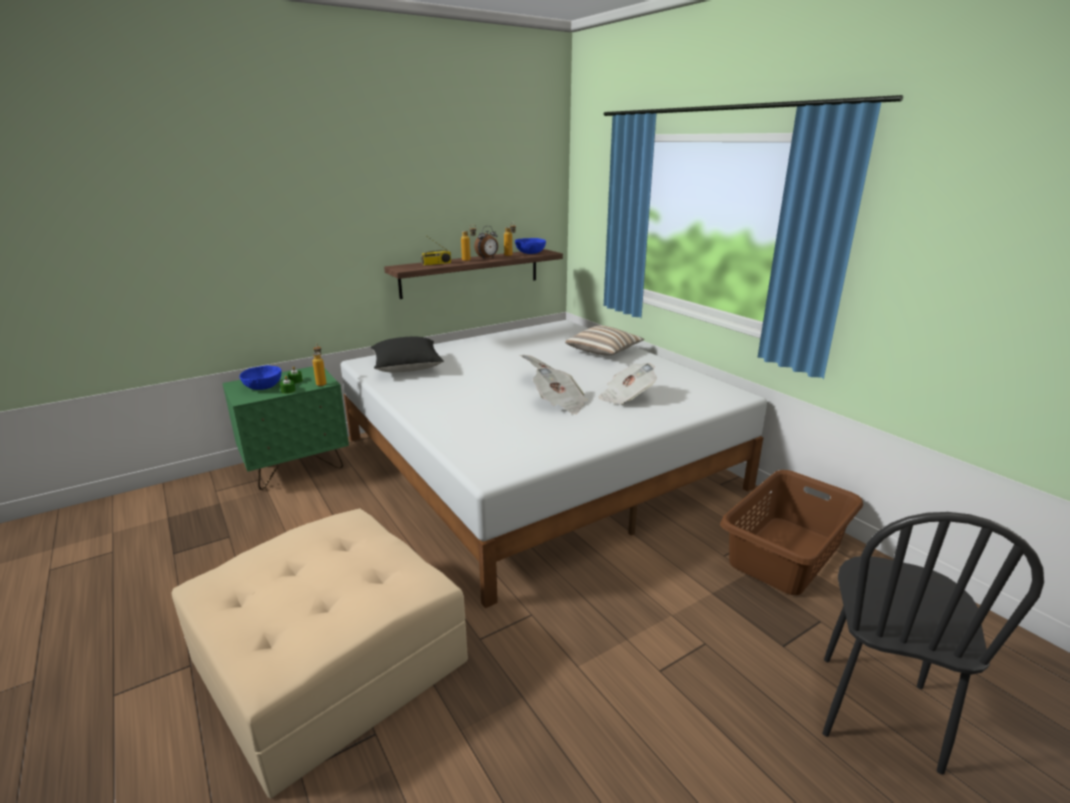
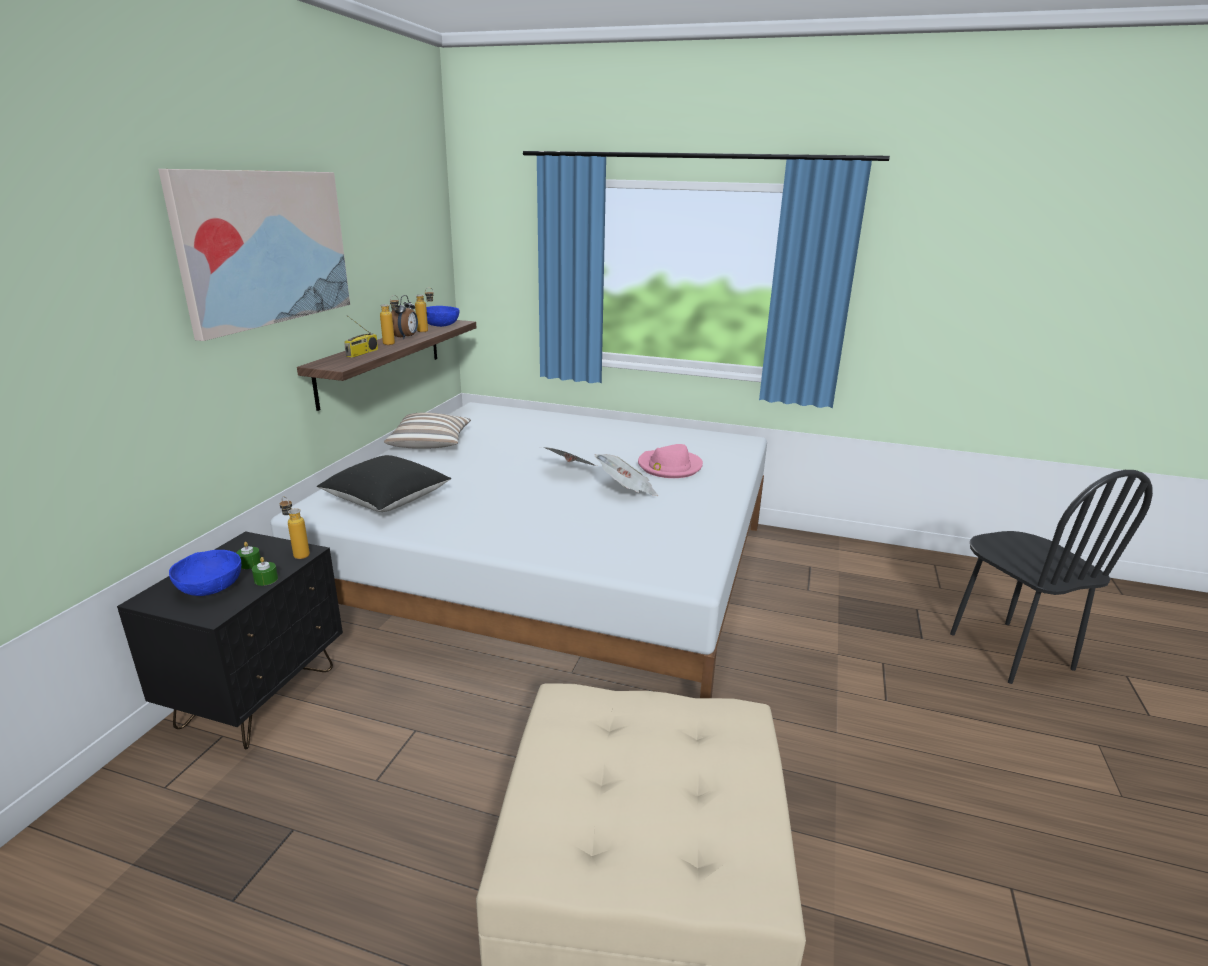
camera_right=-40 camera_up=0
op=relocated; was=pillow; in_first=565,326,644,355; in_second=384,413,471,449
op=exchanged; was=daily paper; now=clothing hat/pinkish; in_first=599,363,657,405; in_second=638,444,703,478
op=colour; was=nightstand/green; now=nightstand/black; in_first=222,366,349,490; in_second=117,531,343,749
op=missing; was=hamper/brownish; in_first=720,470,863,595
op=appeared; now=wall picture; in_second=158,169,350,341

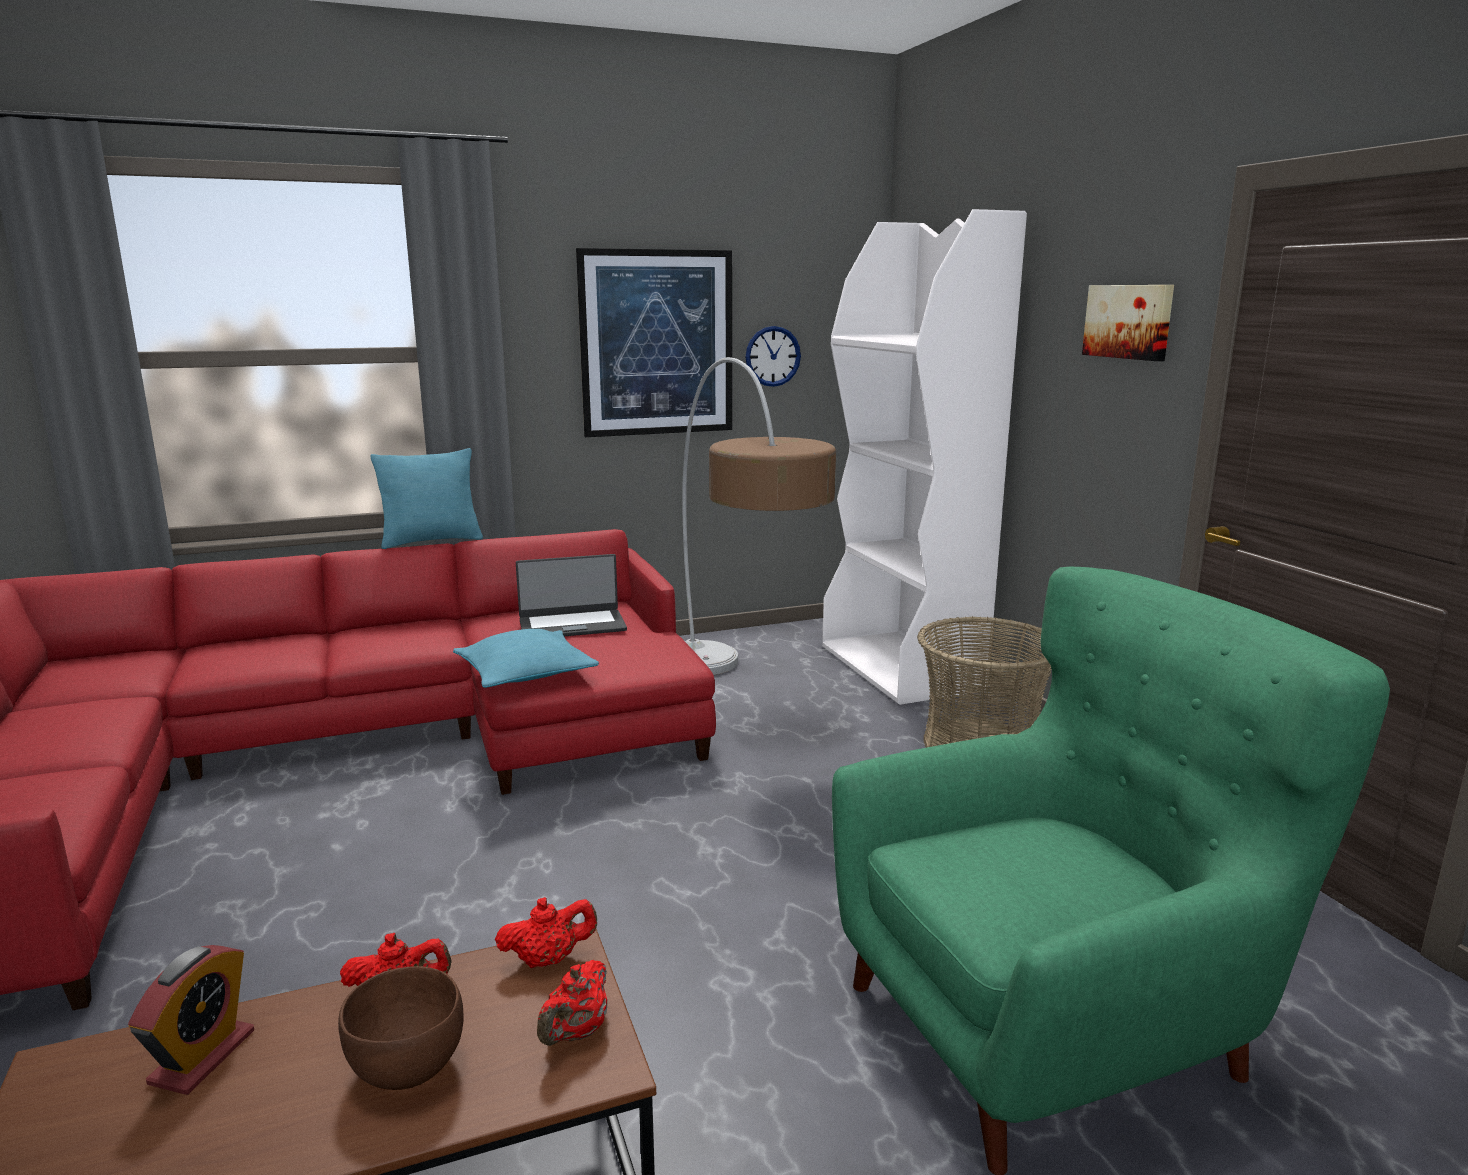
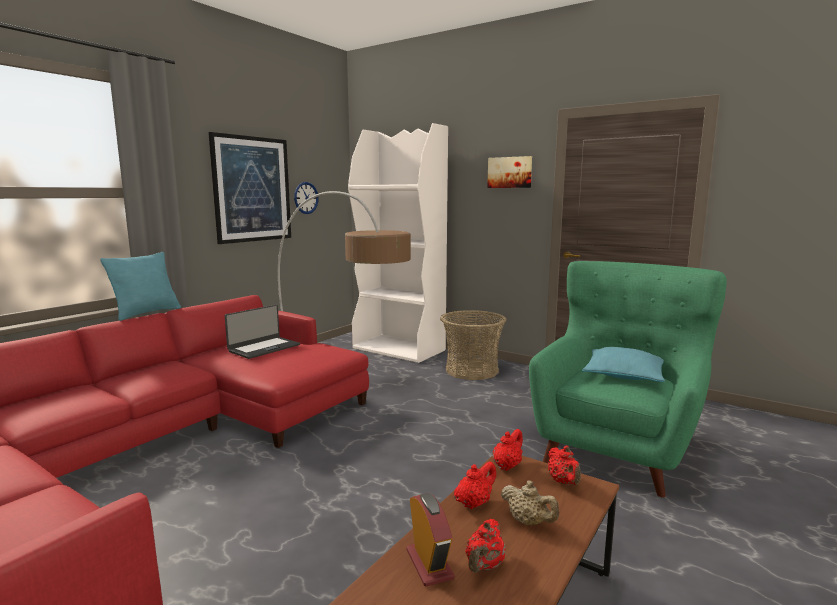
camera_right=-35 camera_up=-5
op=relocated; was=pillow/blue-green; in_first=453,629,599,688; in_second=582,347,665,382
op=exchanged; was=bowl/brownish; now=teapot/sand-coloured; in_first=338,966,464,1090; in_second=501,480,559,526
op=appeared; now=teapot/red-coloured; in_second=465,519,505,573

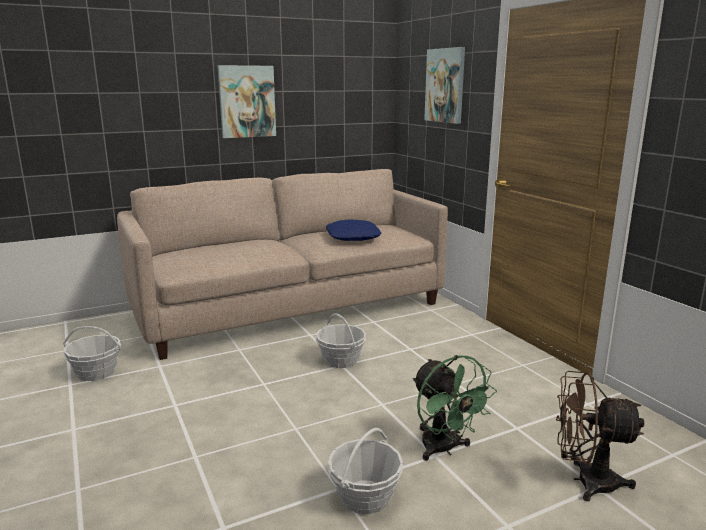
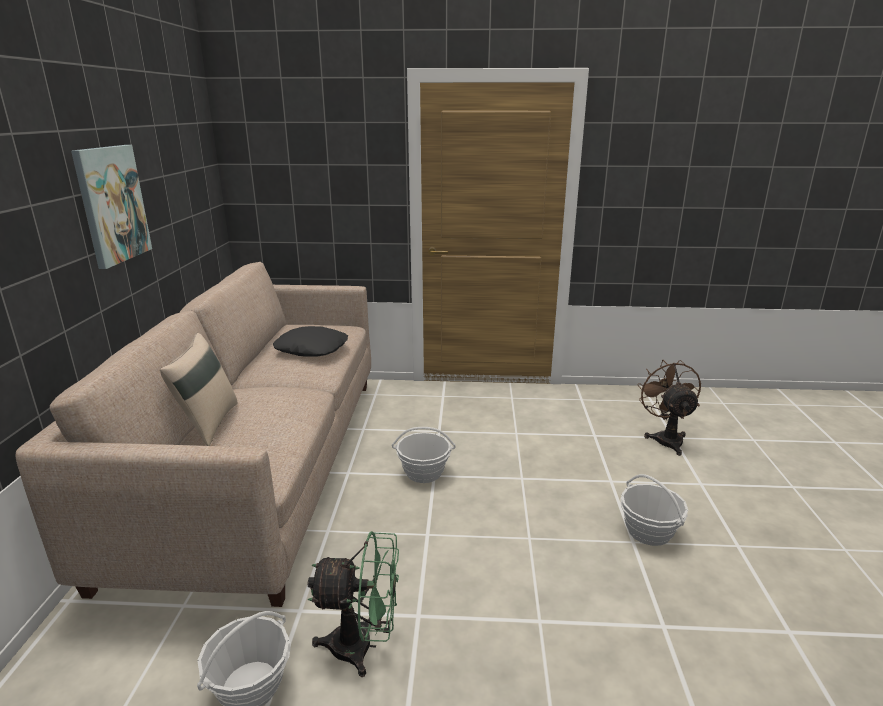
camera_right=-60 camera_up=5
op=missing; was=wall picture; in_first=424,47,465,124
op=colour; was=pillow/blue-coloured; now=pillow/black; in_first=326,219,381,241; in_second=273,326,348,356
op=relocated; was=electric fan/green; in_first=413,355,497,461; in_second=308,531,399,677
op=spun; was=electric fan/brownish; in_first=556,371,644,501; in_second=637,359,701,456; clockwise=135
op=appeared; now=pillow/sand-coloured; in_second=159,333,238,446

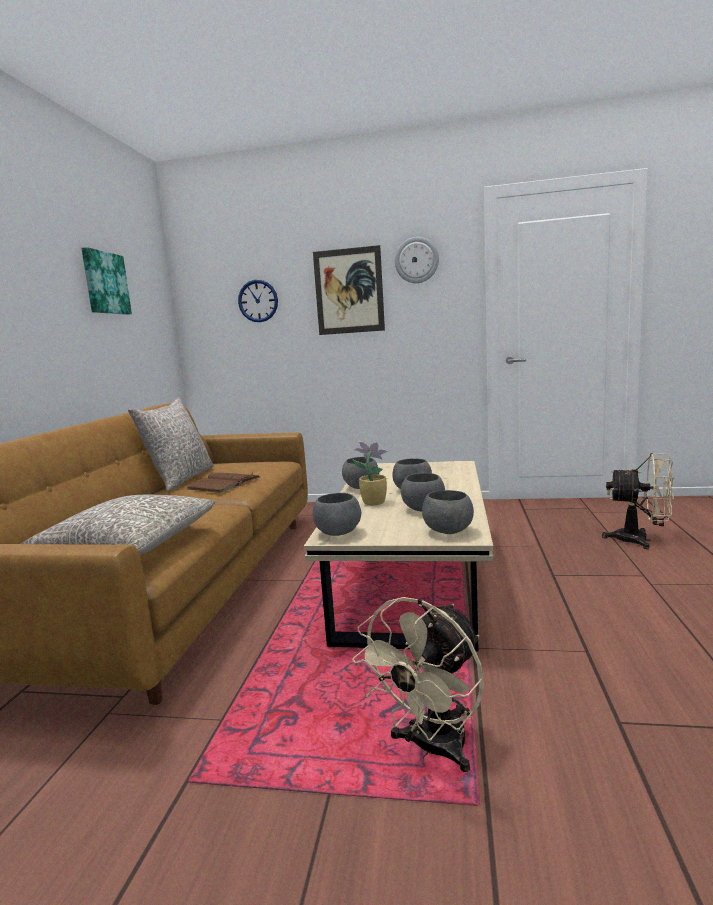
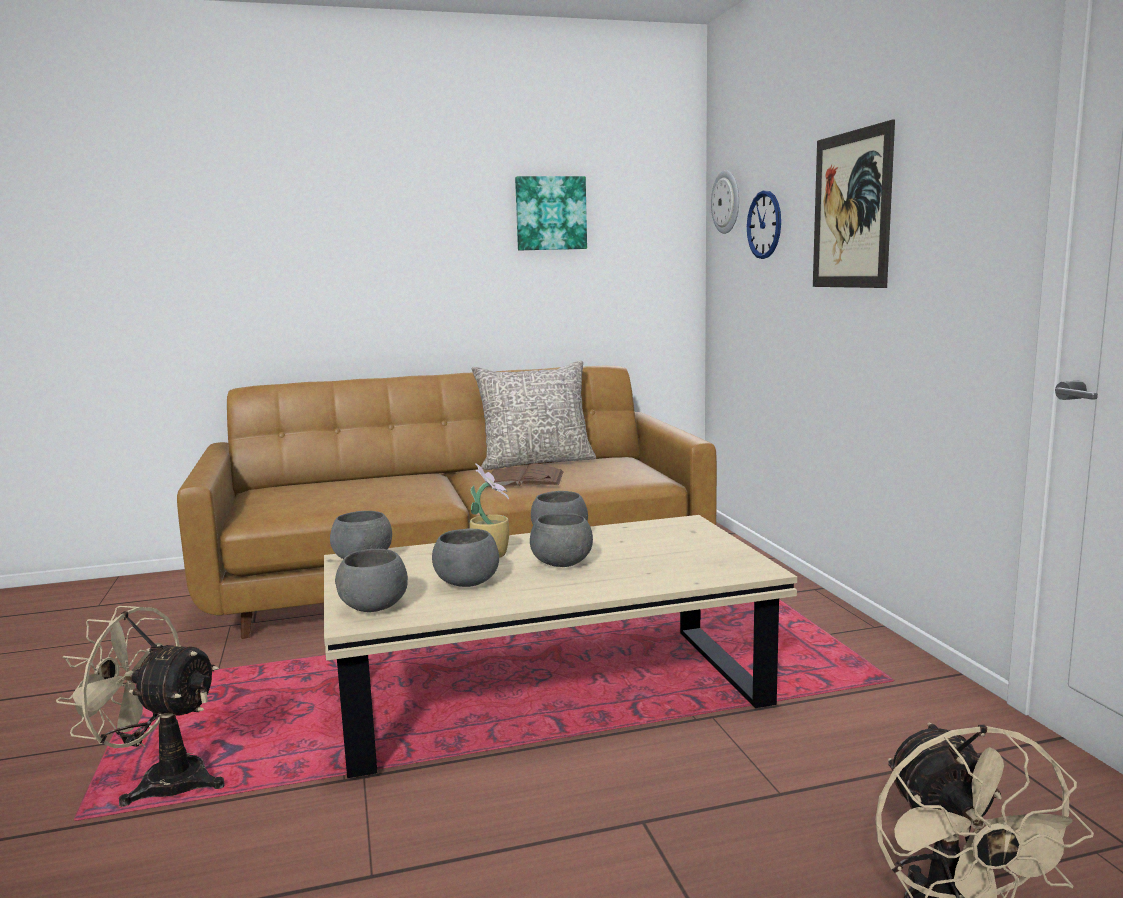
camera_right=65 camera_up=0
op=relocated; was=wall clock; in_first=395,237,439,283; in_second=711,170,739,234
op=missing; was=pillow/greyish; in_first=21,495,215,555

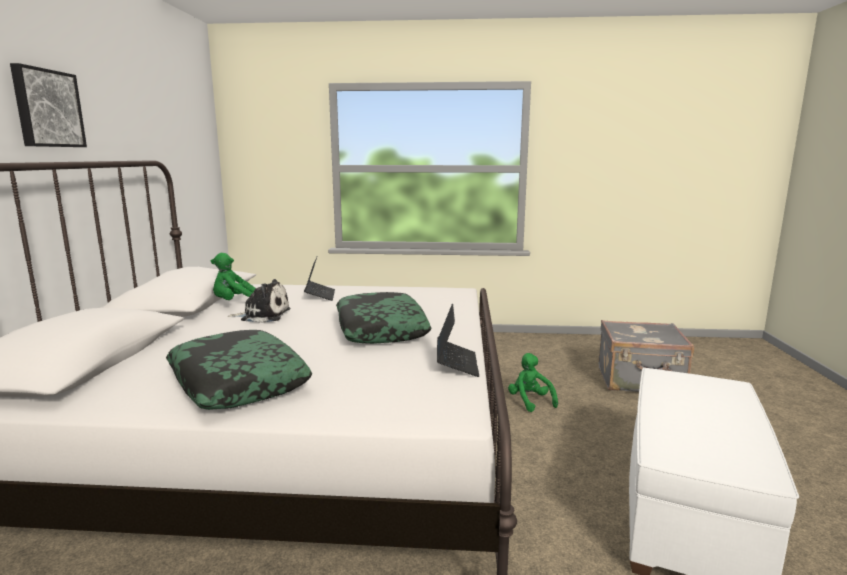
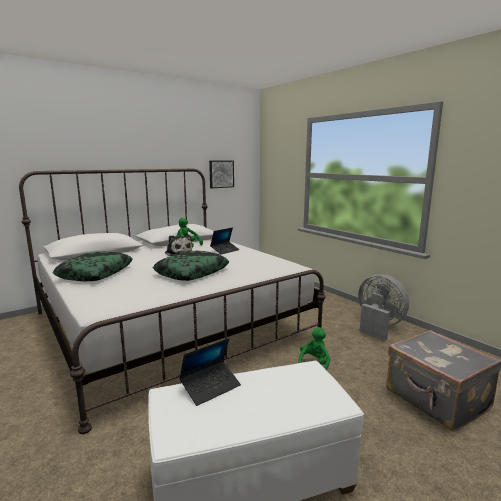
camera_right=50 camera_up=0
op=relocated; was=wall picture; in_first=10,63,87,147; in_second=209,161,234,188
op=relocated; was=notebook computer; in_first=437,303,479,377; in_second=179,338,241,406
op=appeared; now=electric fan/greyish; in_second=358,274,409,341

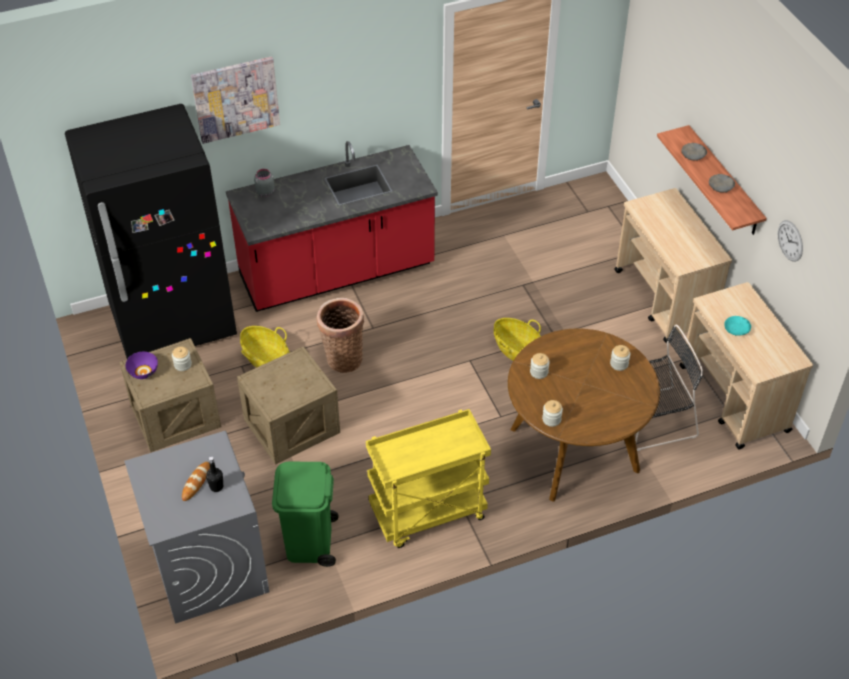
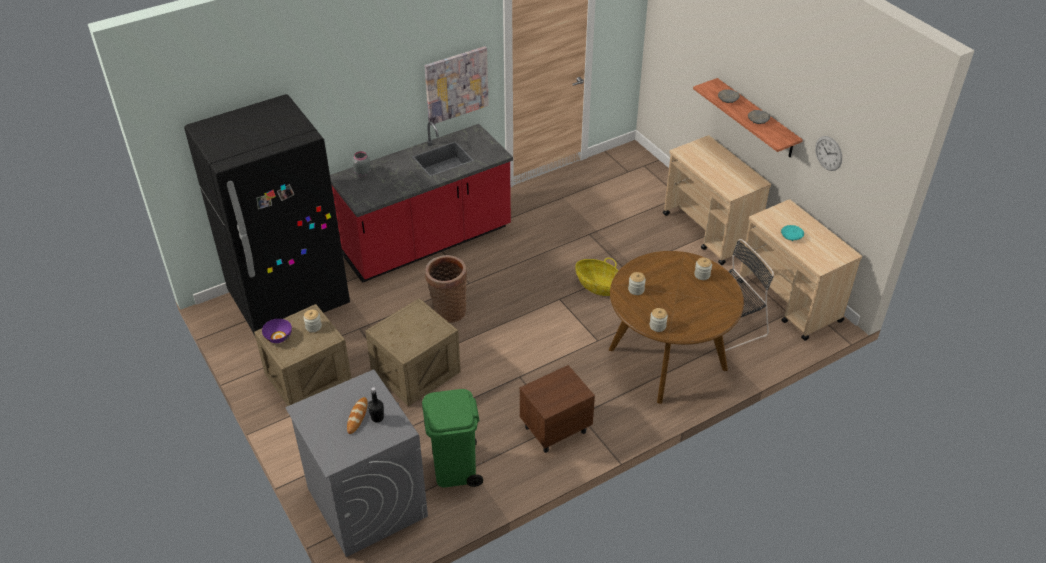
camera_right=-10 camera_up=-5
op=relocated; was=wall picture; in_first=191,56,280,144; in_second=424,46,489,125
op=missing; was=storage basket; in_first=240,326,290,368
op=exchanged; was=trolley/yellowish; now=nightstand/brownish; in_first=366,409,491,548; in_second=519,365,595,453

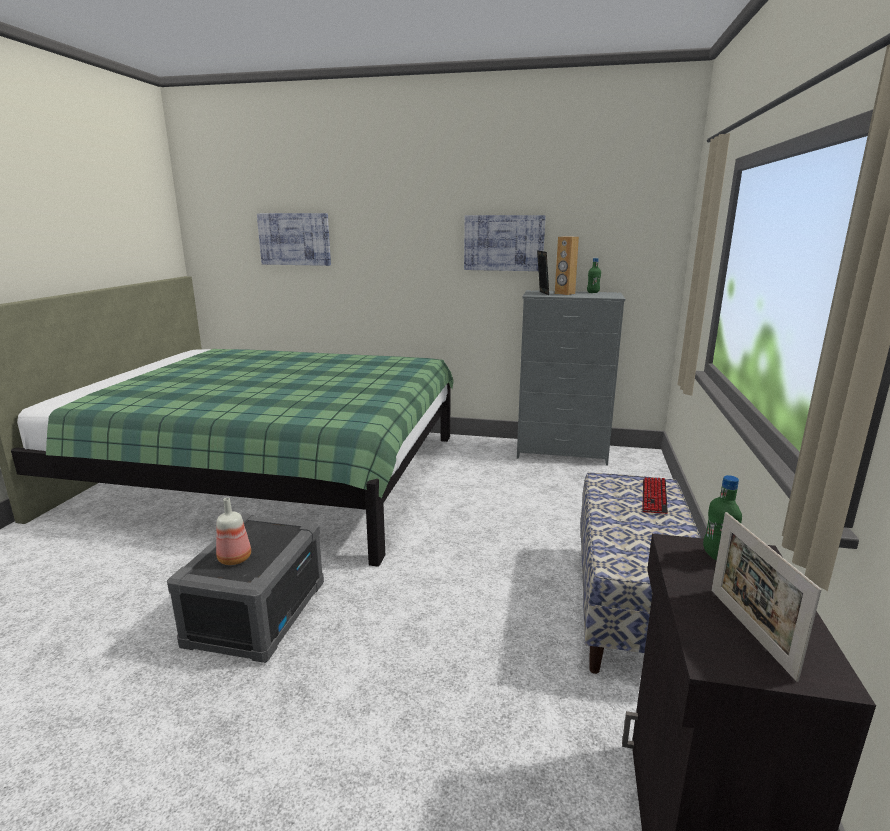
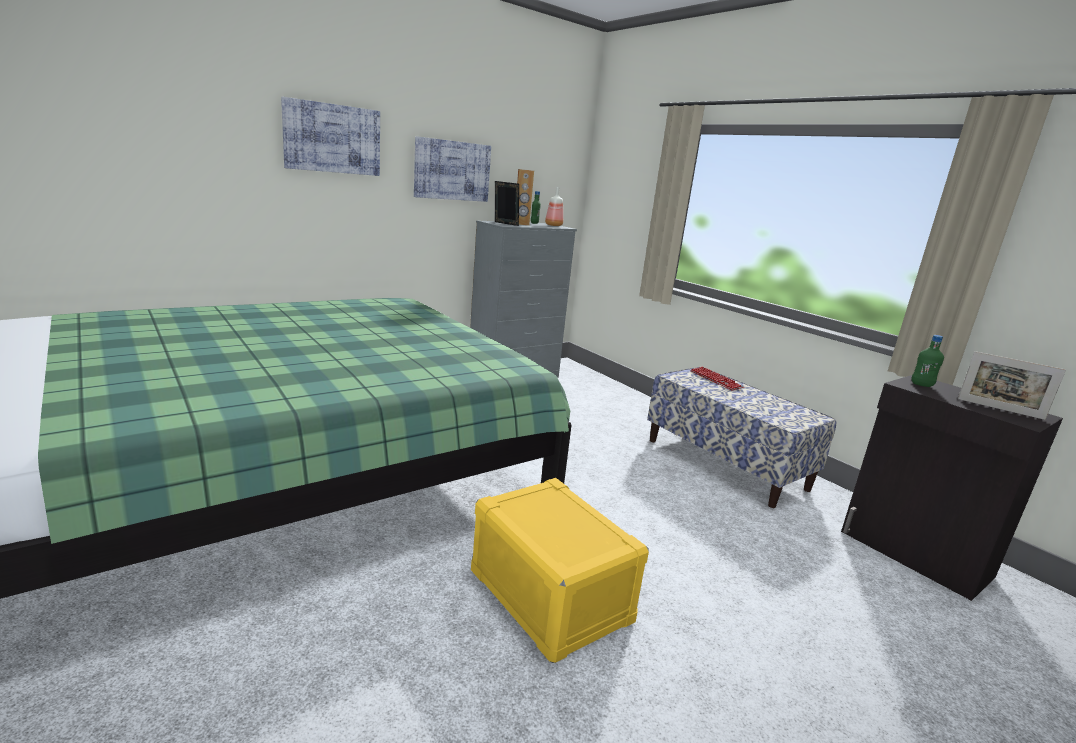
camera_right=-50 camera_up=0
op=relocated; was=wall picture; in_first=257,213,331,266; in_second=281,97,380,176
op=relocated; was=drink bottle; in_first=216,498,251,565; in_second=545,187,563,226
op=colour; was=storage box/greyish; now=storage box/yellowish; in_first=167,513,324,663; in_second=471,478,649,663

